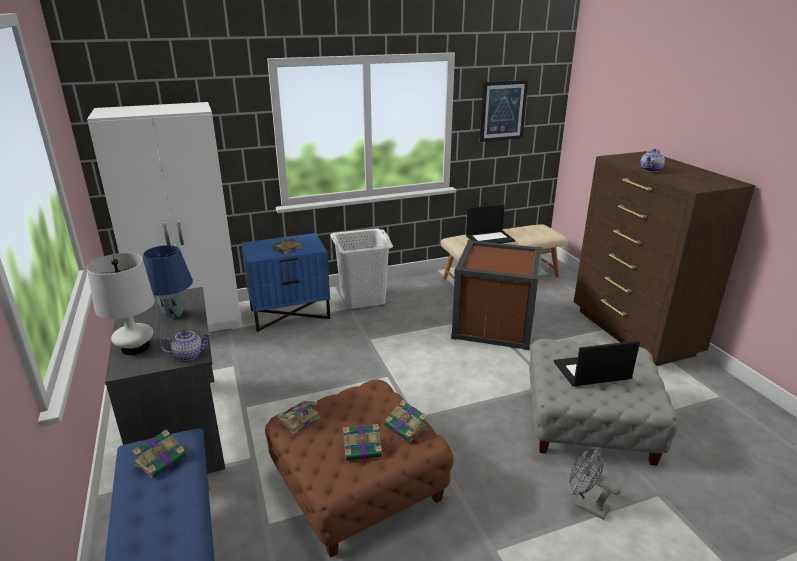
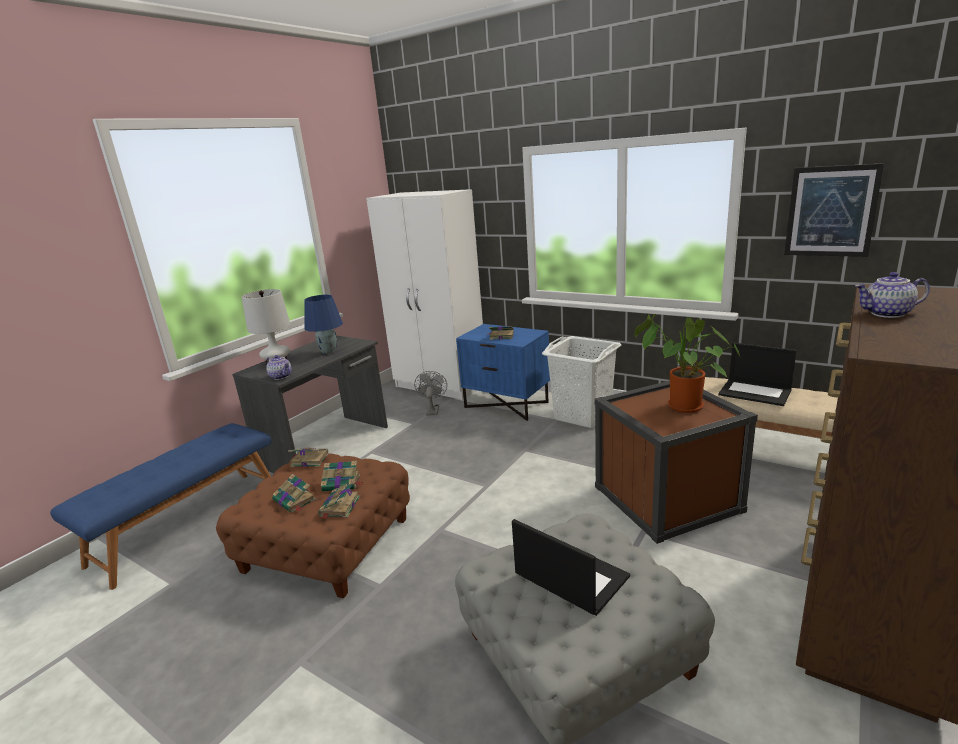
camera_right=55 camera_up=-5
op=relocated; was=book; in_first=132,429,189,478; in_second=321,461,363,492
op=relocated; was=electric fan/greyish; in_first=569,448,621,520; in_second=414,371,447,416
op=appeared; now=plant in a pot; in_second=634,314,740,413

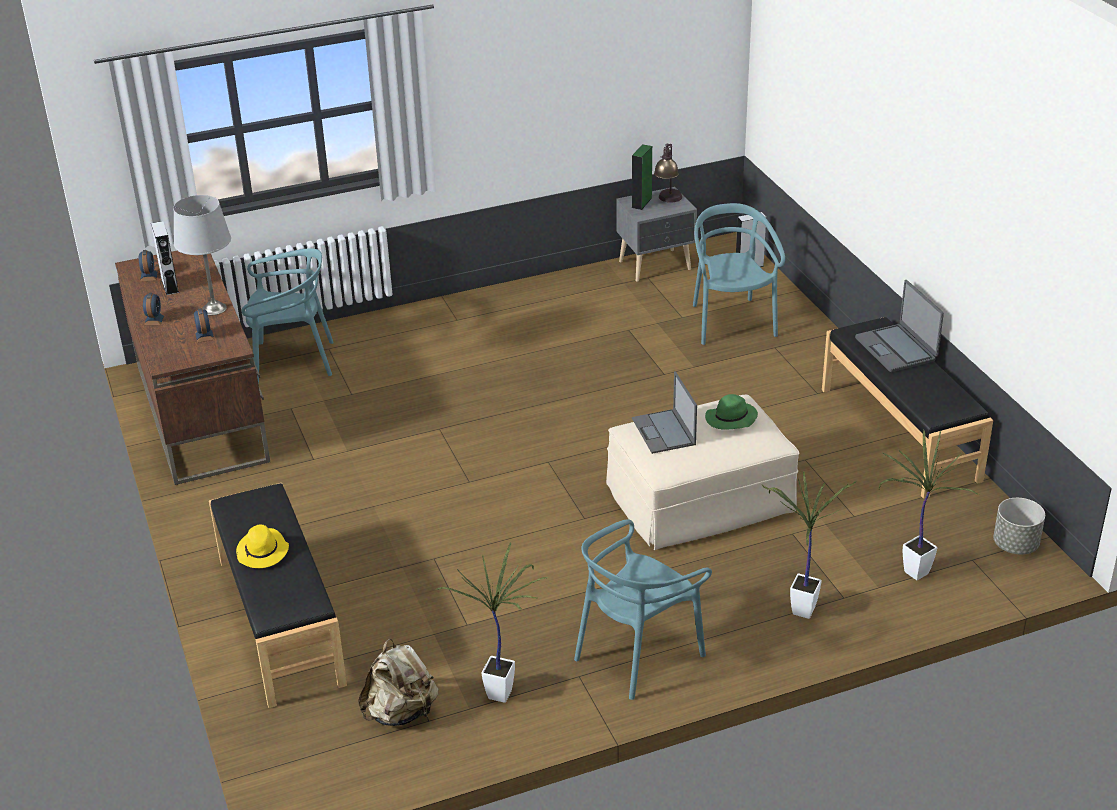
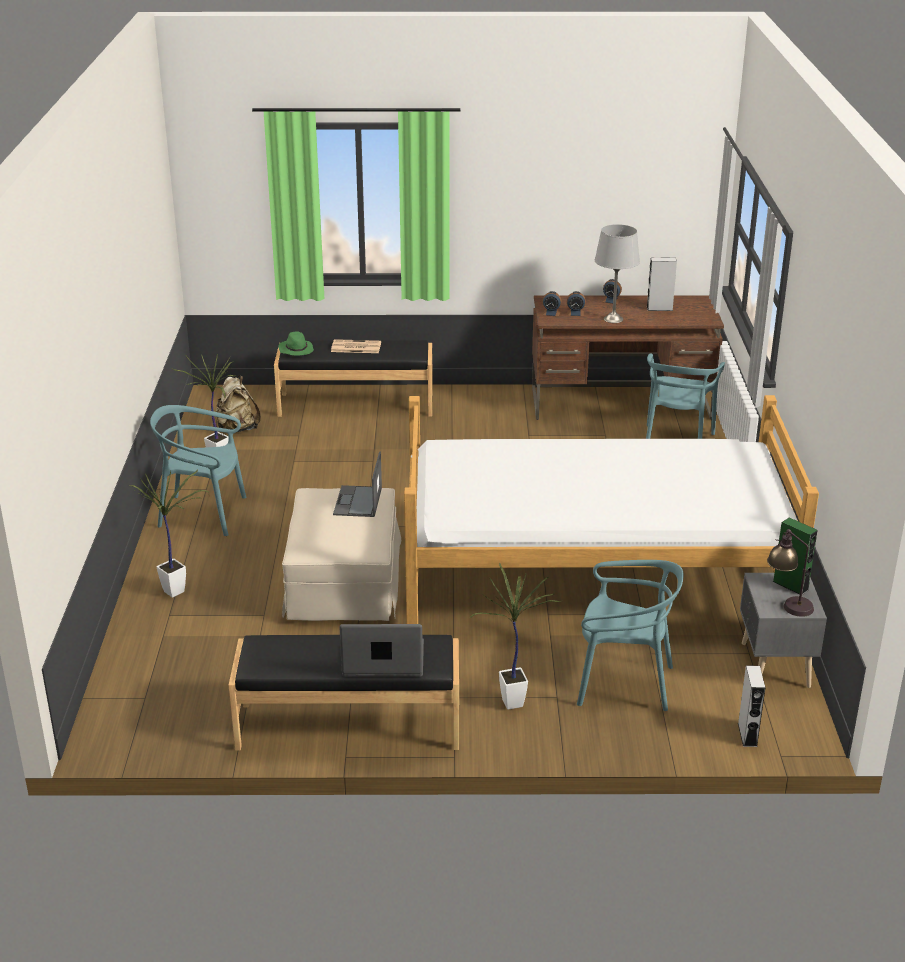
camera_right=110 camera_up=-5
op=relocated; was=table clock; in_first=139,250,158,282; in_second=543,291,562,317
op=spun; was=notebook computer; in_first=632,371,697,454; in_second=333,451,382,517; clockwise=-90
op=relocated; was=clothing hat/green; in_first=705,394,758,430; in_second=278,331,314,356
op=relocated; was=plant in a pot; in_first=879,430,979,580; in_second=469,562,563,710
op=missing; was=planter/greyish; in_first=993,498,1045,554
op=spun; was=upright chair/blue-green; in_first=574,519,712,700; in_second=150,405,247,536; clockwise=-60
op=exchanged; was=clothing hat/yellowish; now=daily paper; in_first=236,525,289,568; in_second=331,339,381,353
op=appeared; now=bed; in_second=404,395,819,624

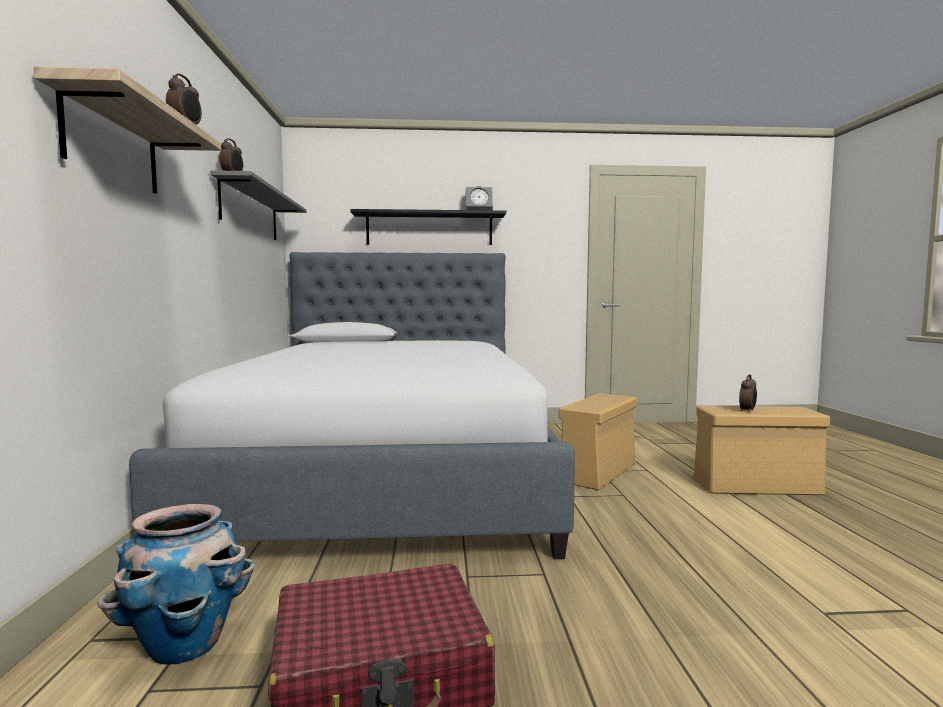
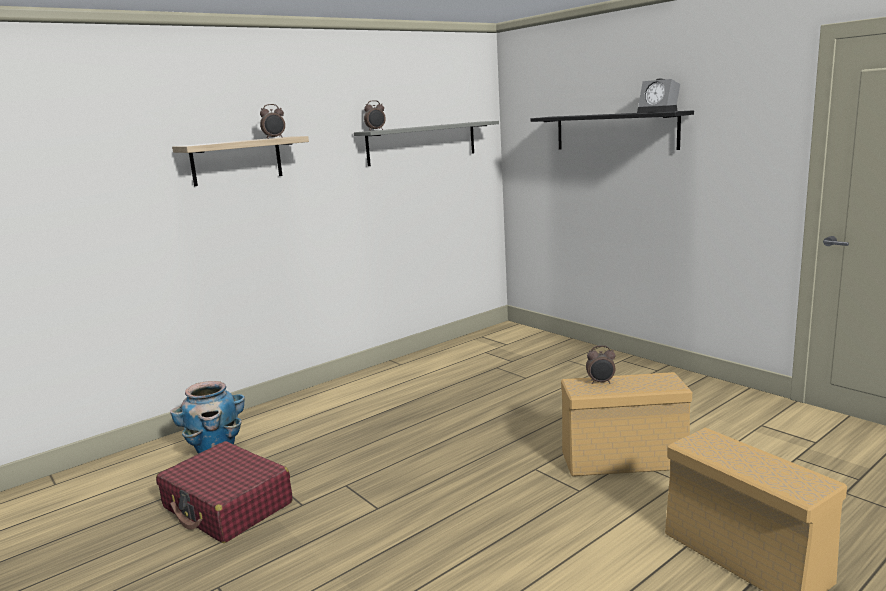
camera_right=55 camera_up=10
op=missing; was=bed; in_first=129,252,575,559
op=relocated; was=table clock; in_first=739,374,757,413; in_second=586,345,615,384

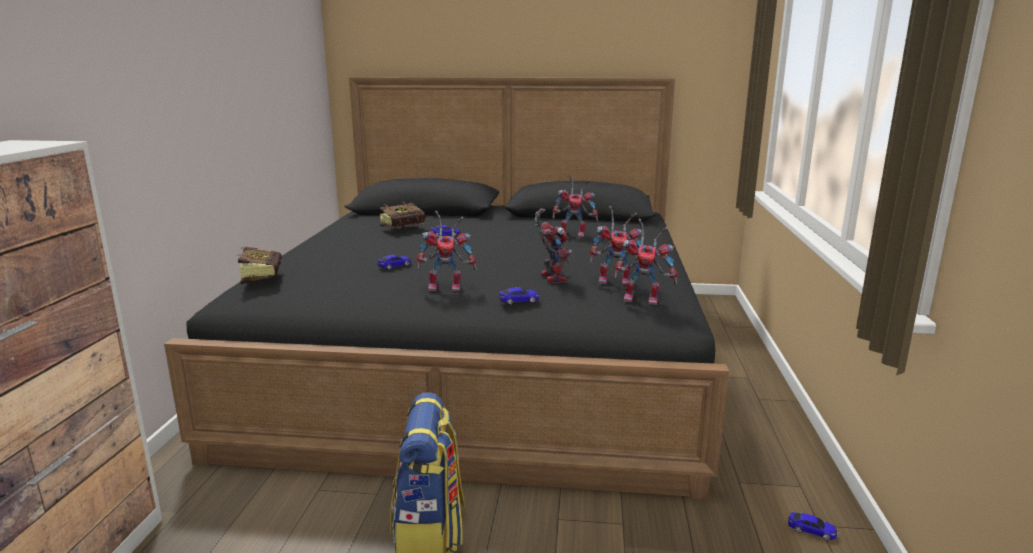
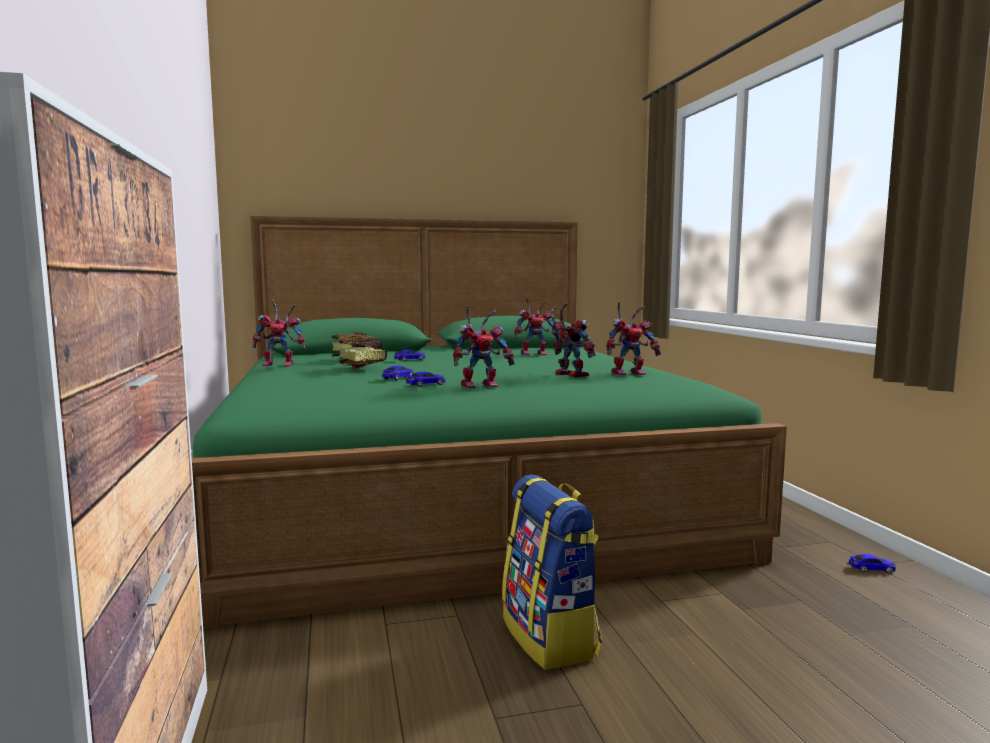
camera_right=-20 camera_up=-10
op=colour; was=bed/black; now=bed/green; in_first=164,77,729,500; in_second=192,216,787,629
op=relocated; was=robot figure; in_first=614,219,677,305; in_second=252,299,305,366
op=relocated; was=book; in_first=236,247,282,284; in_second=339,339,387,368
op=relocated; was=toy car; in_first=499,287,539,305; in_second=406,371,446,387

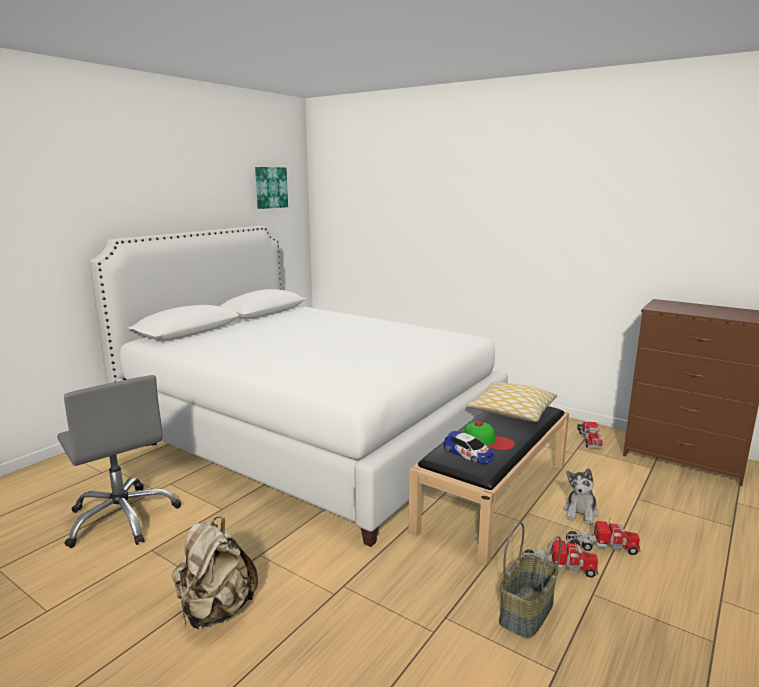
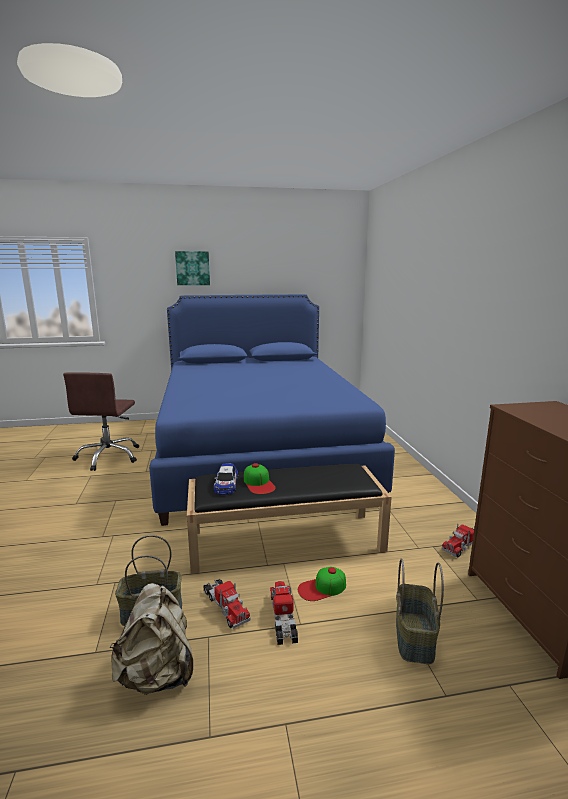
camera_right=45 camera_up=0
op=relocated; was=wall picture; in_first=255,167,288,209; in_second=175,251,210,285
op=colour; was=bed/whitish; now=bed/blue-coloured; in_first=89,226,508,547; in_second=149,294,395,526
op=colour; was=office chair/greyish; now=office chair/brownish; in_first=57,375,181,548; in_second=63,372,139,471
op=missing; was=pillow; in_first=467,382,557,422
op=exchanged; was=plush toy; now=baseball cap; in_first=563,468,599,525; in_second=298,567,346,601
op=relocated; was=backpack/sand-coloured; in_first=172,517,258,629; in_second=110,583,193,695
op=spun; was=model truck; in_first=566,518,641,555; in_second=270,581,298,645; clockwise=-150
op=appeared; now=storage basket; in_second=396,559,444,664

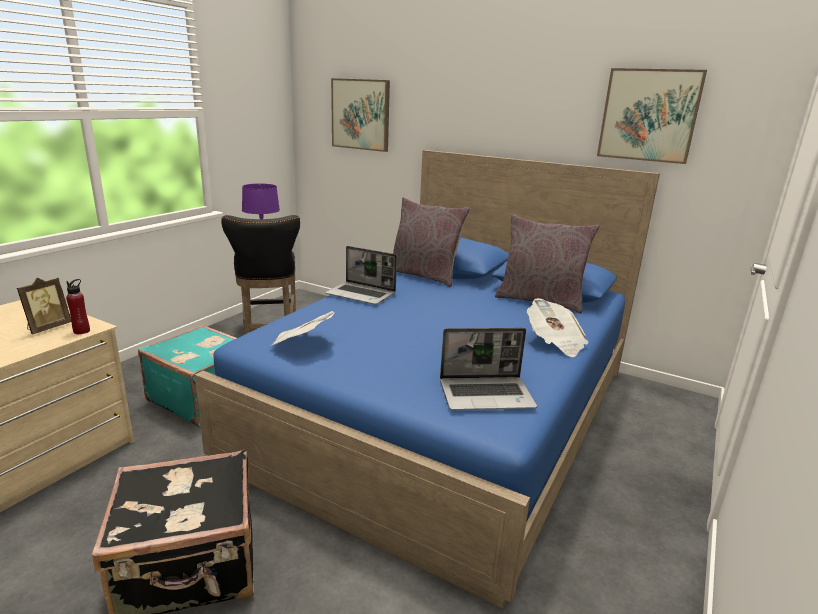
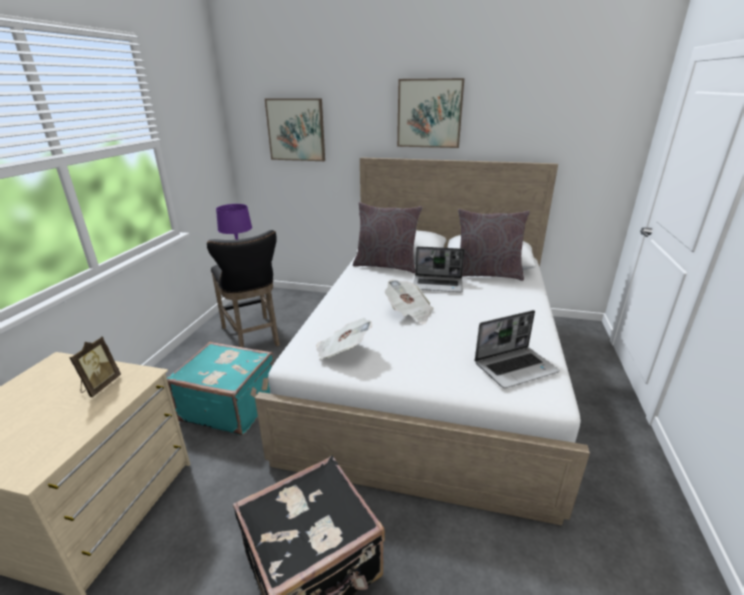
camera_right=-15 camera_up=5
op=relocated; was=wall picture; in_first=597,68,707,164; in_second=397,78,464,148
op=colour; was=bed/blue-coloured; now=bed/whitish; in_first=195,150,660,609; in_second=255,157,590,526
op=relocated; was=notebook computer; in_first=325,246,397,305; in_second=413,246,465,292
op=missing; was=drink bottle/red-coloured; in_first=66,279,90,334
op=relocated; was=daily paper; in_first=527,298,589,357; in_second=385,279,434,323

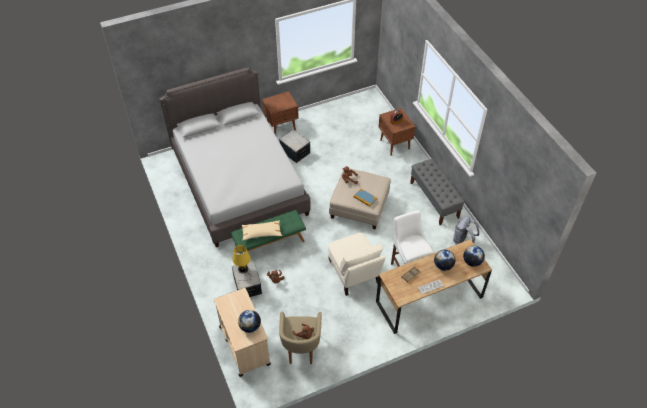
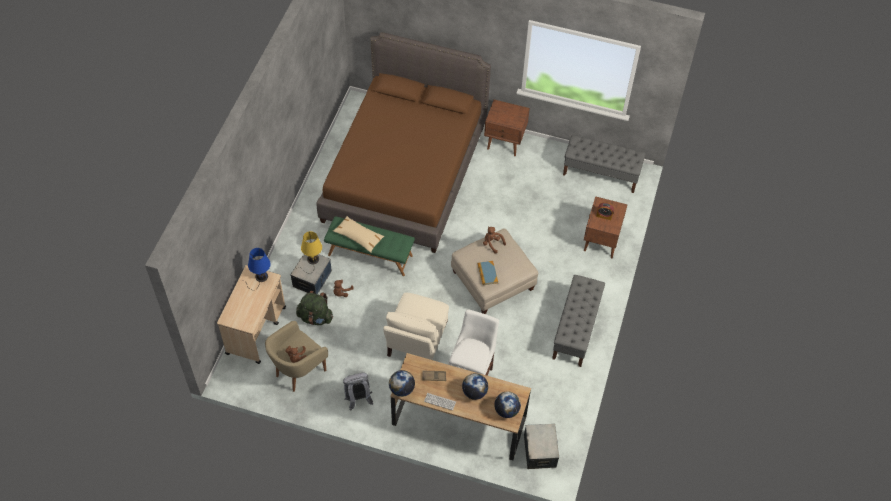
camera_right=40 camera_up=5
op=colour; was=bed/greyish; now=bed/brownish; in_first=160,67,311,247; in_second=317,32,491,253
op=relocated; was=storage box; in_first=279,130,310,163; in_second=524,424,559,469
op=relocated; was=backpack/greyish; in_first=453,216,479,244; in_second=343,373,374,411
op=relocated; was=desk globe; in_first=238,310,261,333; in_second=389,370,415,397
op=appeared; now=bench/greyish; in_second=563,135,646,193
op=appeared; now=table lamp/blue-coloured; in_second=241,248,271,290
op=appeared; now=backpack/green; in_second=296,291,333,325

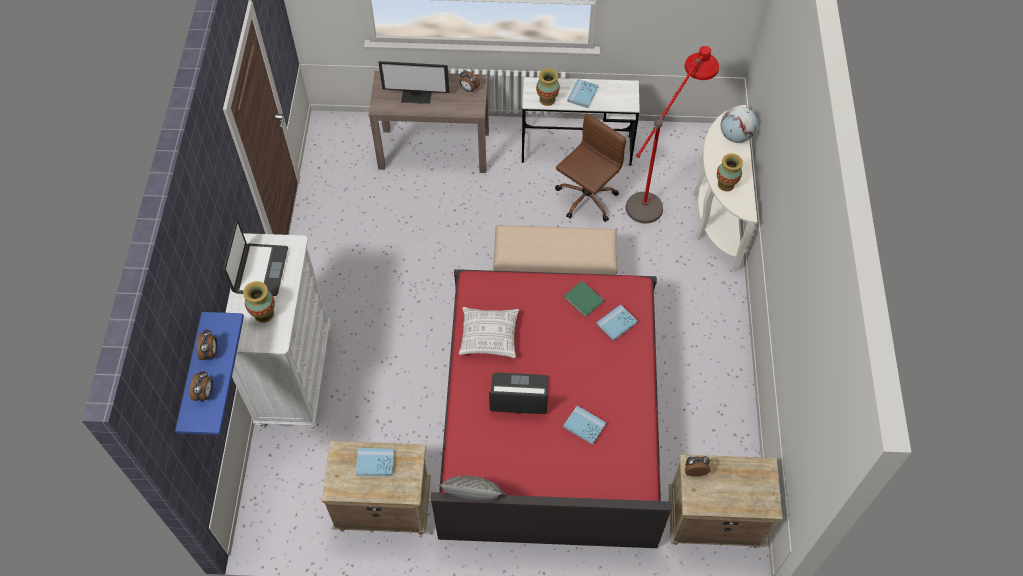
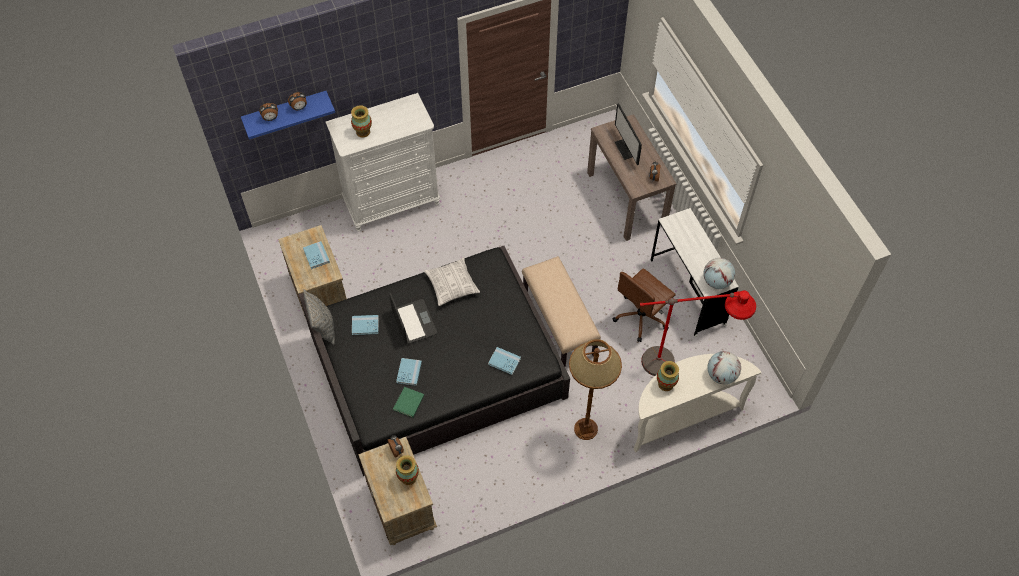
camera_right=65 camera_up=0
op=relocated; was=vase; in_first=536,68,560,106; in_second=396,455,419,485
op=relocated; was=book/blue-coloured; in_first=567,79,598,108; in_second=352,315,379,335
op=spun; was=office chair/brownish; in_first=555,113,627,222; in_second=612,269,676,342; clockwise=120
op=missing; was=notebook computer; in_first=223,220,288,296
op=colour; was=bed/red-coloured; now=bed/black; in_first=430,269,672,548; in_second=299,246,571,476
op=relocated; was=book/green; in_first=564,281,604,317; in_second=393,387,424,417
op=appeared; now=desk globe; in_second=703,258,735,289
op=appeared; now=standard lamp/brownish; in_second=569,339,622,440

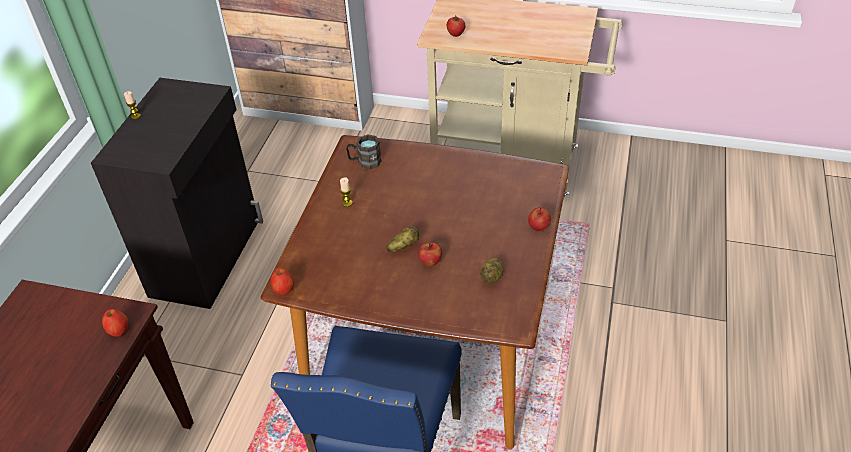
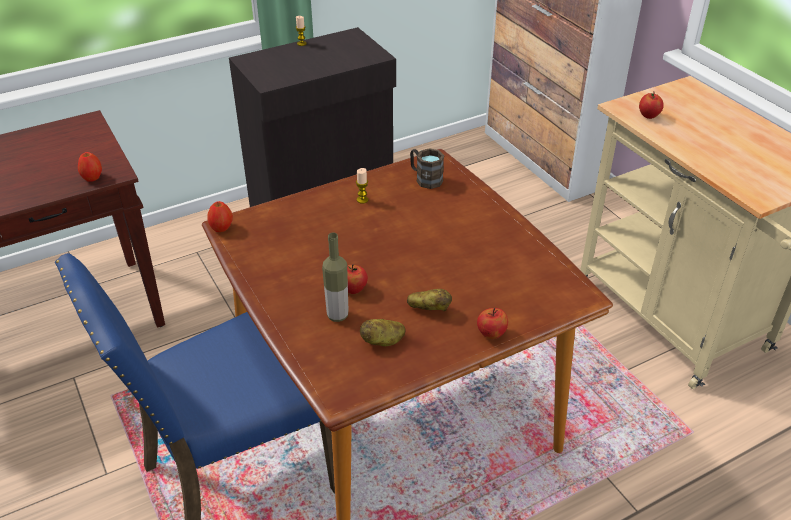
camera_right=45 camera_up=-5
op=relocated; was=potato; in_first=386,226,419,253; in_second=407,289,452,311
op=appeared; now=drink bottle; in_second=322,232,349,322

